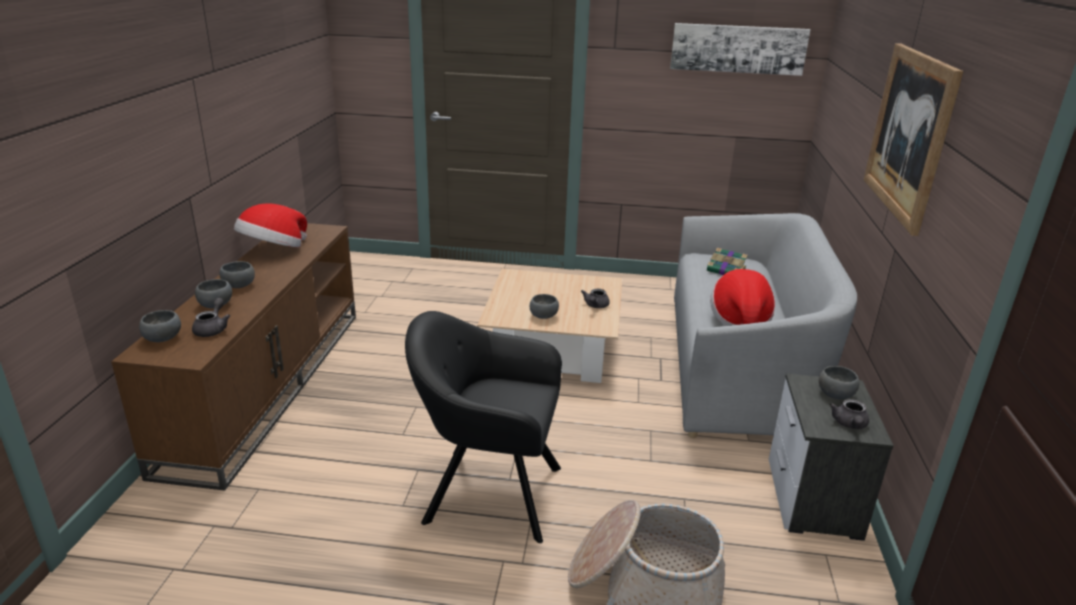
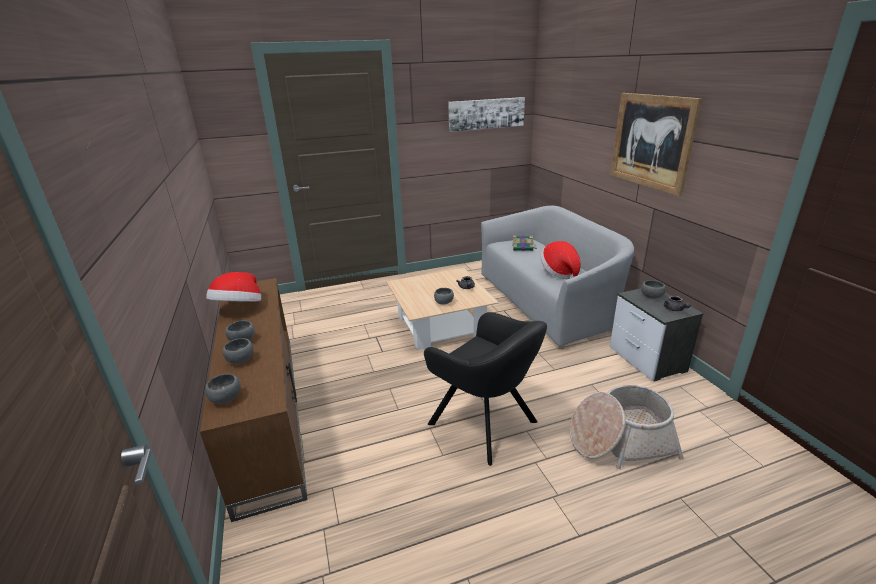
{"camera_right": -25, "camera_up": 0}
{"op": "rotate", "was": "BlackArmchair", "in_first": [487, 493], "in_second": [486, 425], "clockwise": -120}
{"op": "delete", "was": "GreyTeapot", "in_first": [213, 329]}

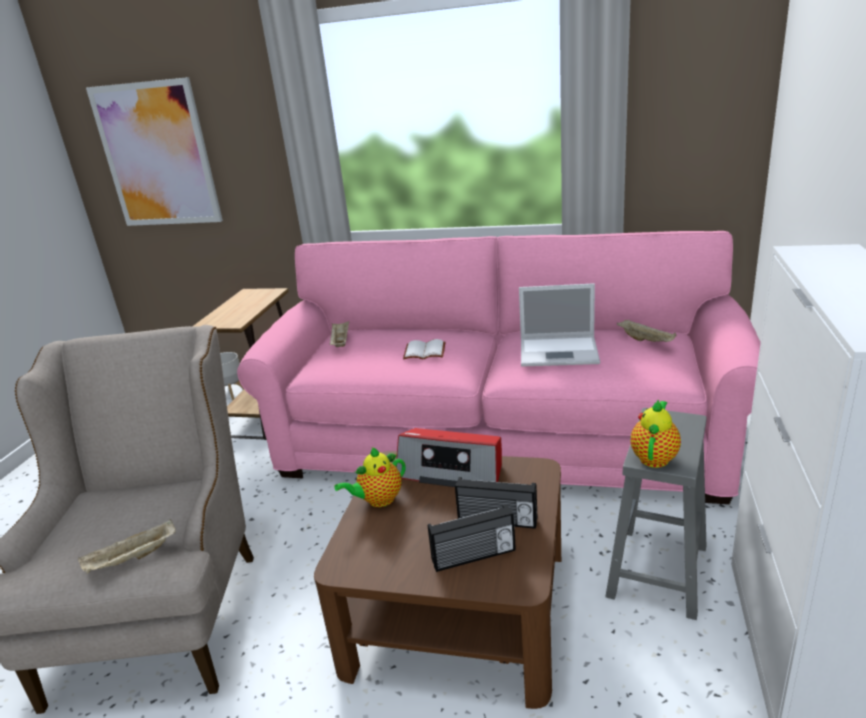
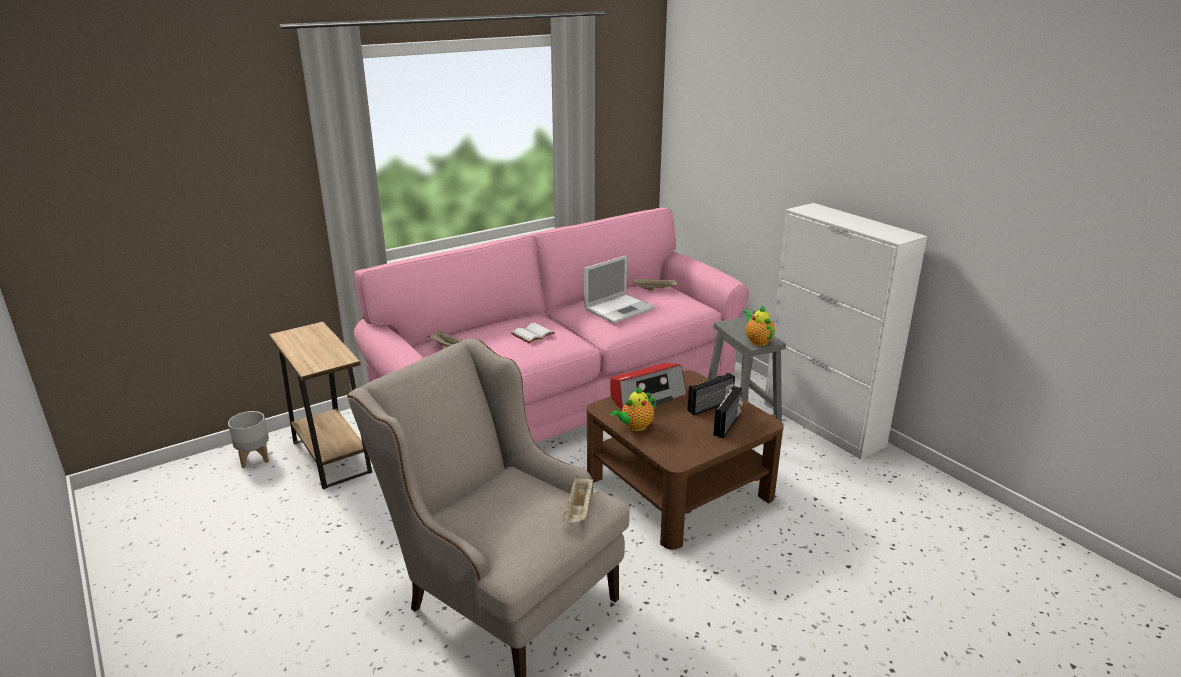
{"camera_right": -50, "camera_up": 0}
{"op": "rotate", "was": "Teapot", "in_first": [378, 500], "in_second": [635, 427], "clockwise": 45}
{"op": "delete", "was": "Picture", "in_first": [157, 155]}

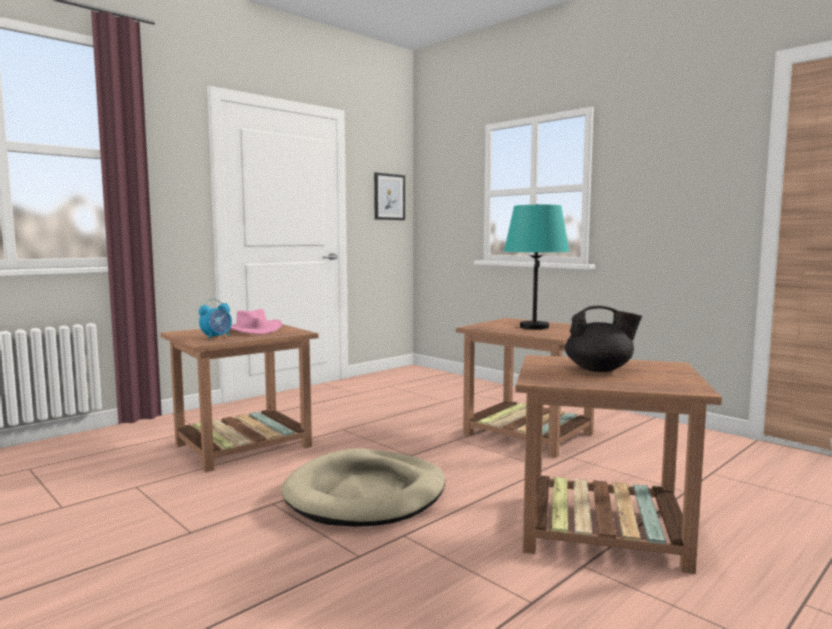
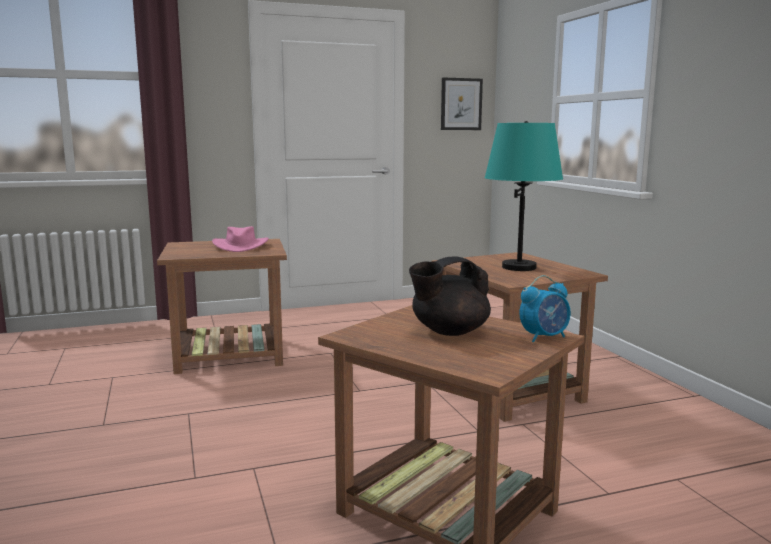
{"camera_right": 25, "camera_up": 5}
{"op": "rotate", "was": "BlackTeapot", "in_first": [599, 370], "in_second": [449, 331], "clockwise": 120}
{"op": "move", "was": "AlarmClock", "in_first": [217, 337], "in_second": [544, 337]}
{"op": "delete", "was": "BeigeDogBed", "in_first": [366, 494]}

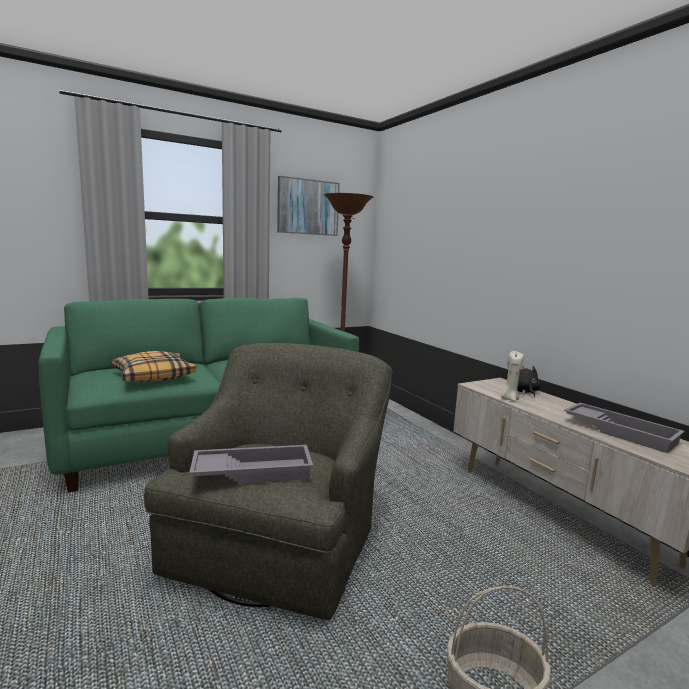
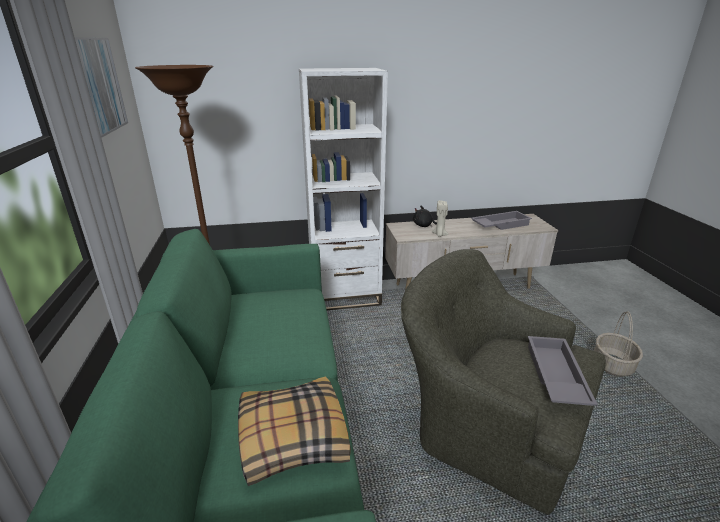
{"camera_right": -70, "camera_up": 15}
{"op": "insert", "now": "WhiteBookcase", "in_second": [345, 296]}

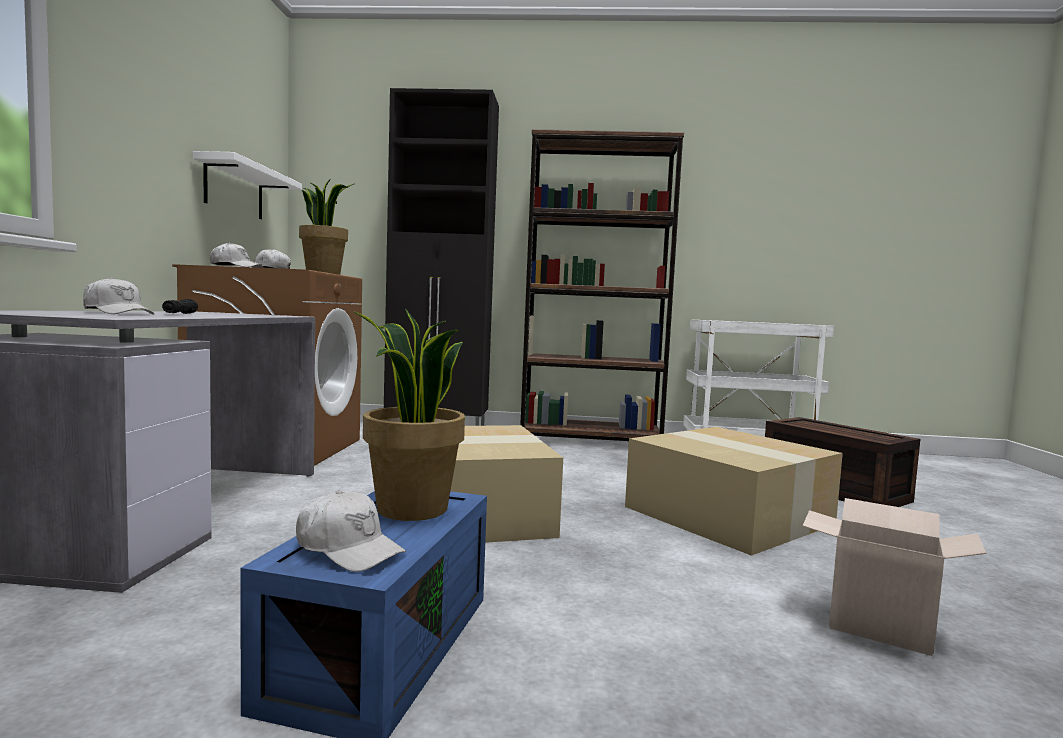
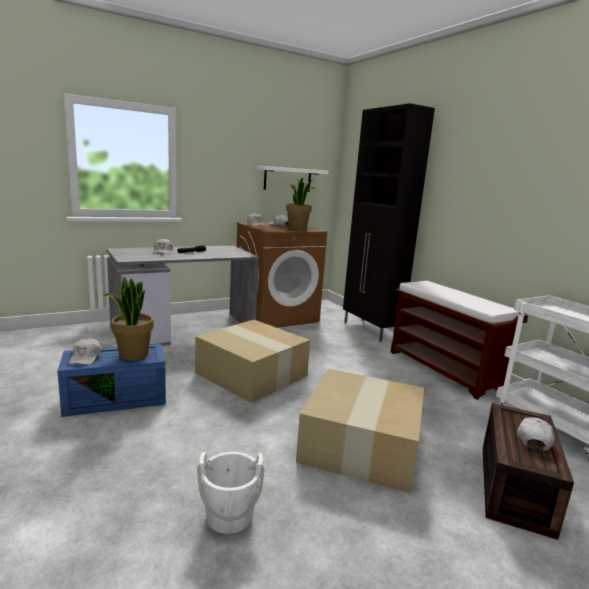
{"camera_right": 55, "camera_up": 10}
{"op": "replace", "was": "CardboardBox", "now": "WhiteBucket", "in_first": [876, 628], "in_second": [229, 516]}
{"op": "replace", "was": "BrownBookcase", "now": "BrownBench", "in_first": [590, 441], "in_second": [445, 370]}
{"op": "insert", "now": "WhiteCap", "in_second": [533, 439]}

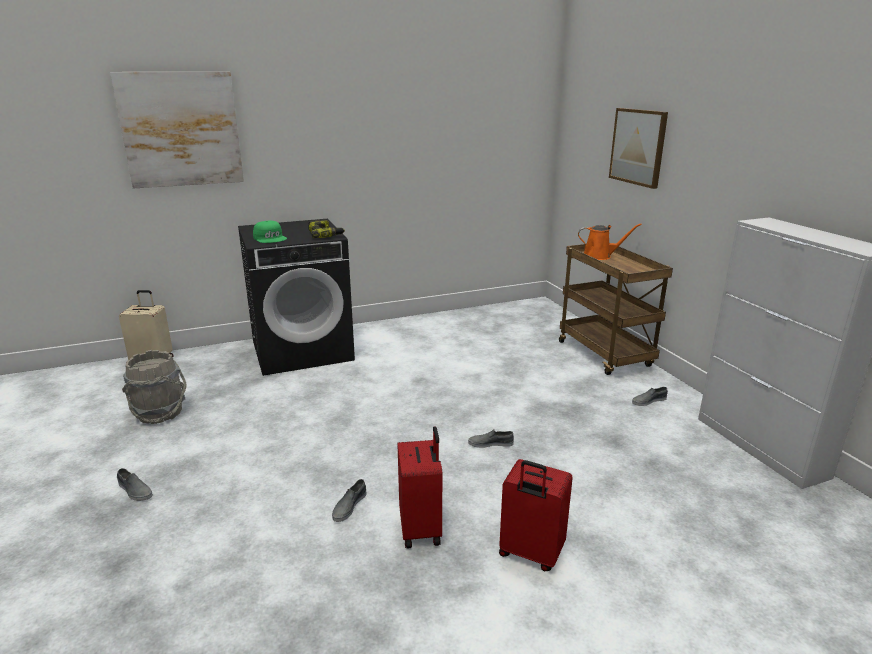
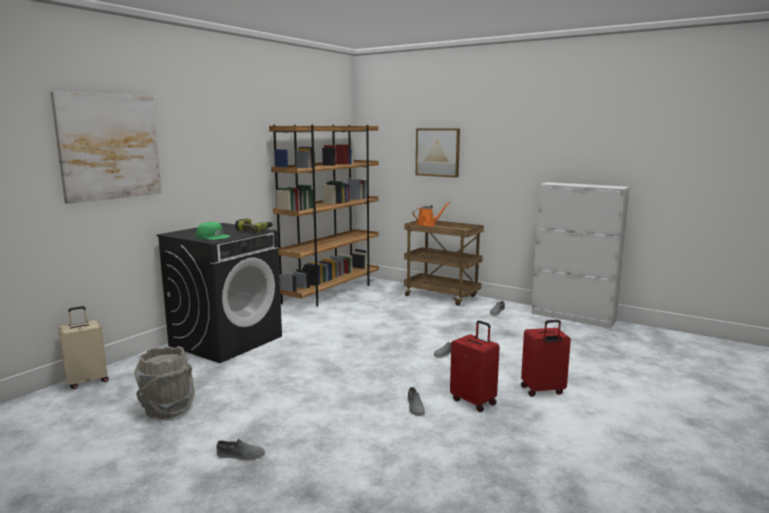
{"camera_right": -35, "camera_up": -10}
{"op": "insert", "now": "BrownBookcase", "in_second": [331, 292]}

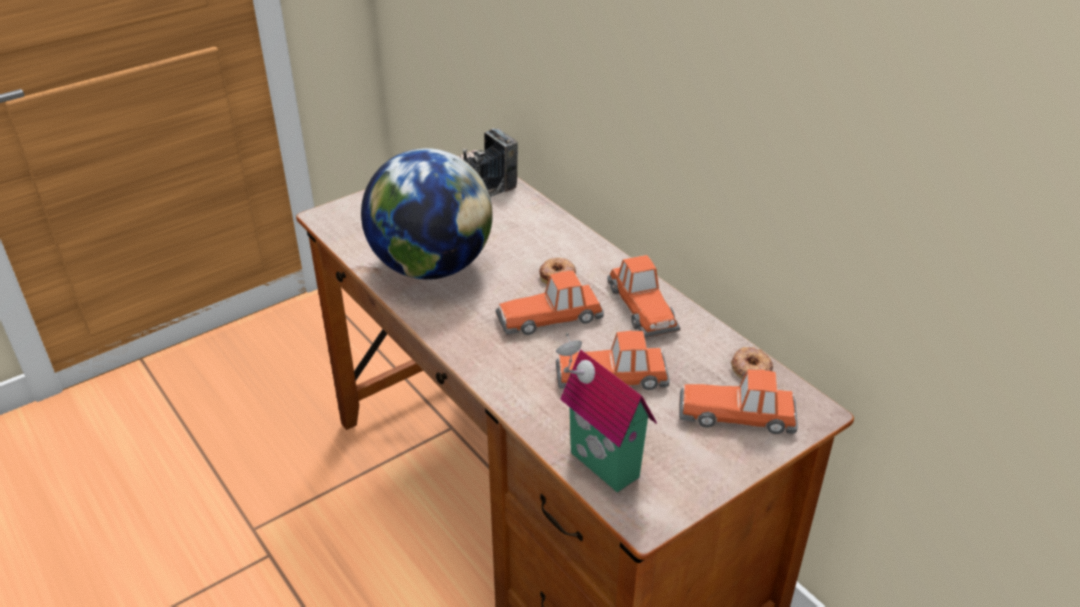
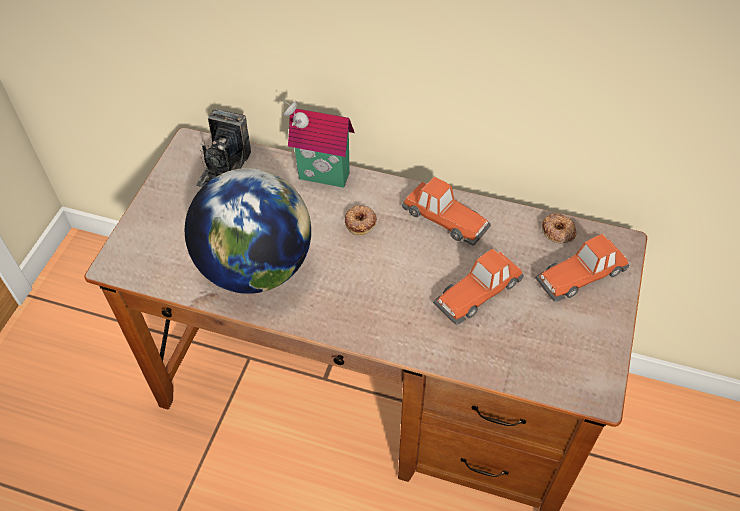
{"camera_right": -35, "camera_up": 15}
{"op": "move", "was": "ToyHouse", "in_first": [600, 467], "in_second": [322, 178]}
{"op": "delete", "was": "ToyCar", "in_first": [550, 317]}

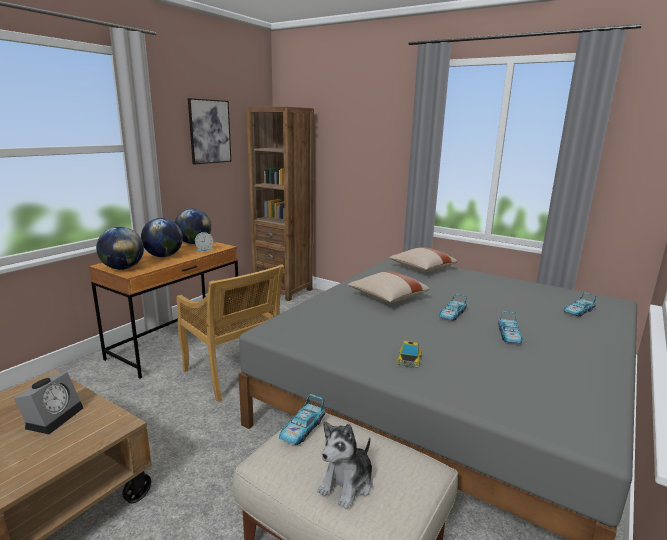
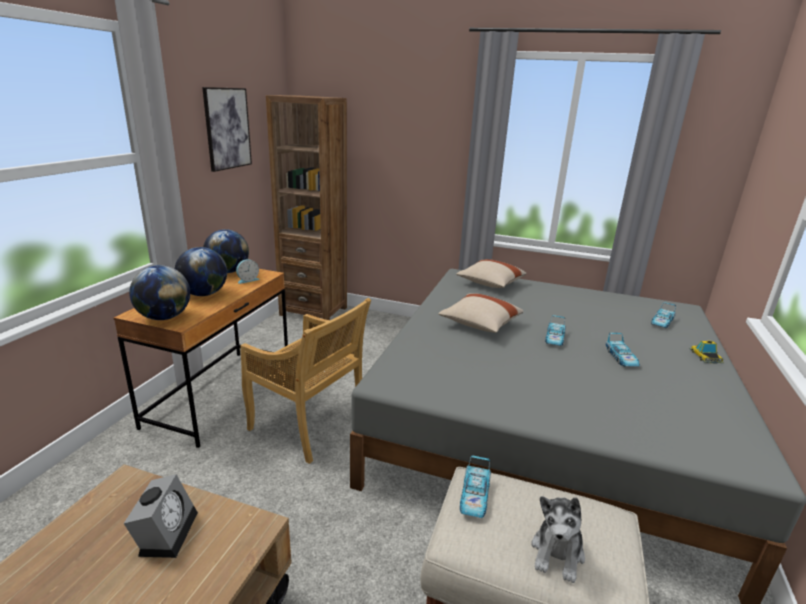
{"camera_right": -15, "camera_up": 5}
{"op": "move", "was": "ToyCar", "in_first": [409, 359], "in_second": [705, 356]}

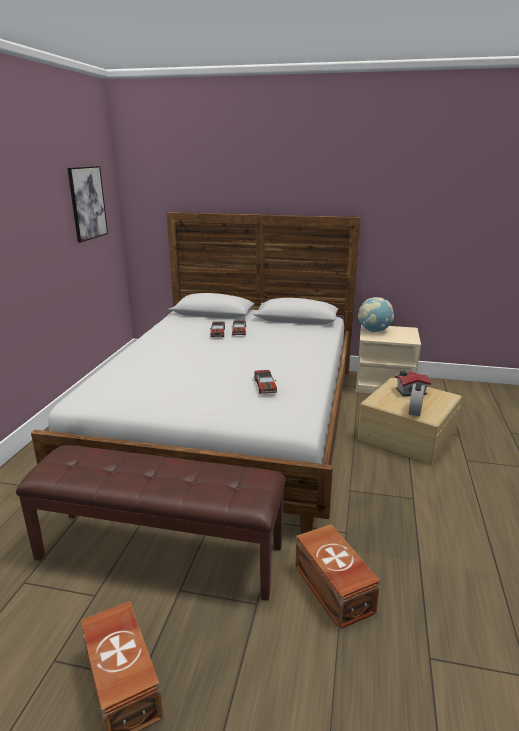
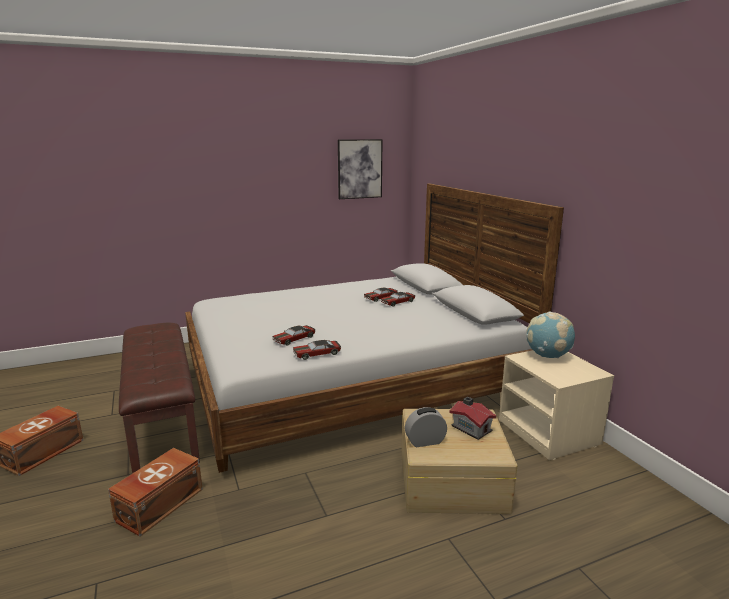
{"camera_right": 55, "camera_up": -5}
{"op": "insert", "now": "ToyCar", "in_second": [316, 354]}

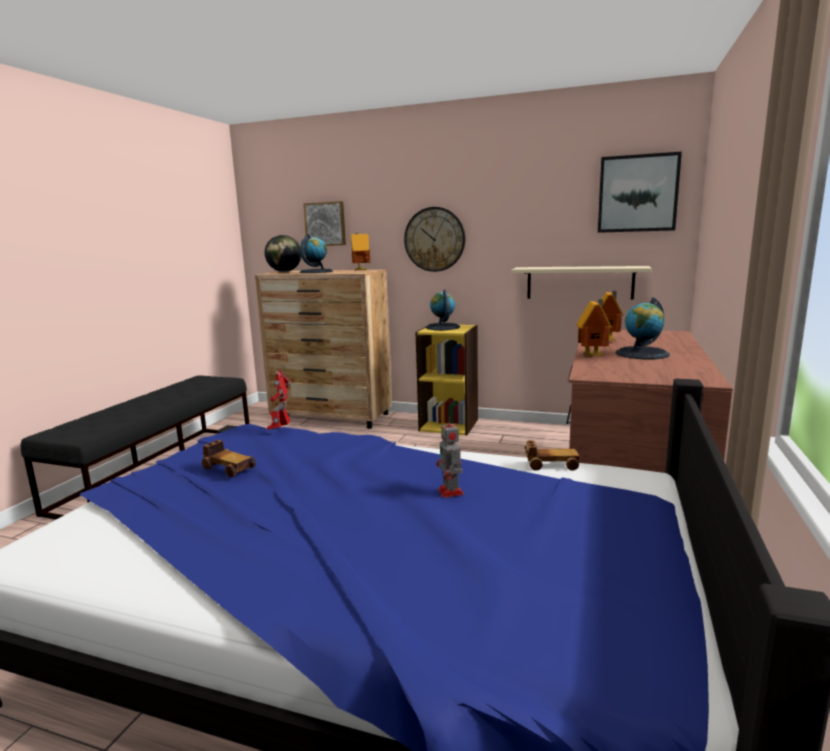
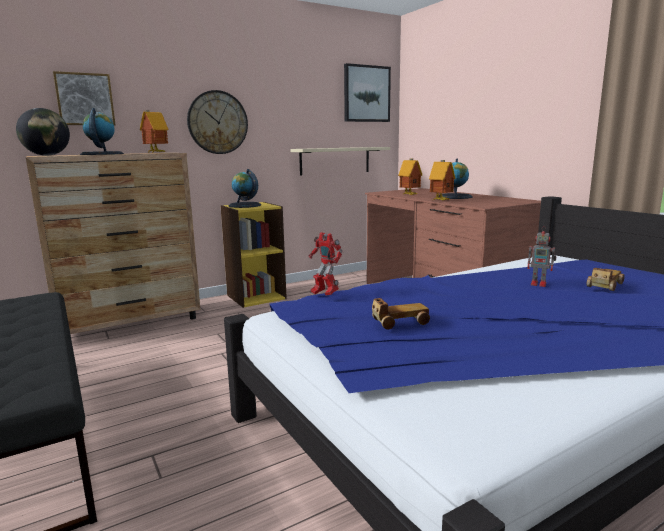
{"camera_right": -50, "camera_up": 0}
{"op": "move", "was": "ToyCar", "in_first": [550, 465], "in_second": [604, 285]}

